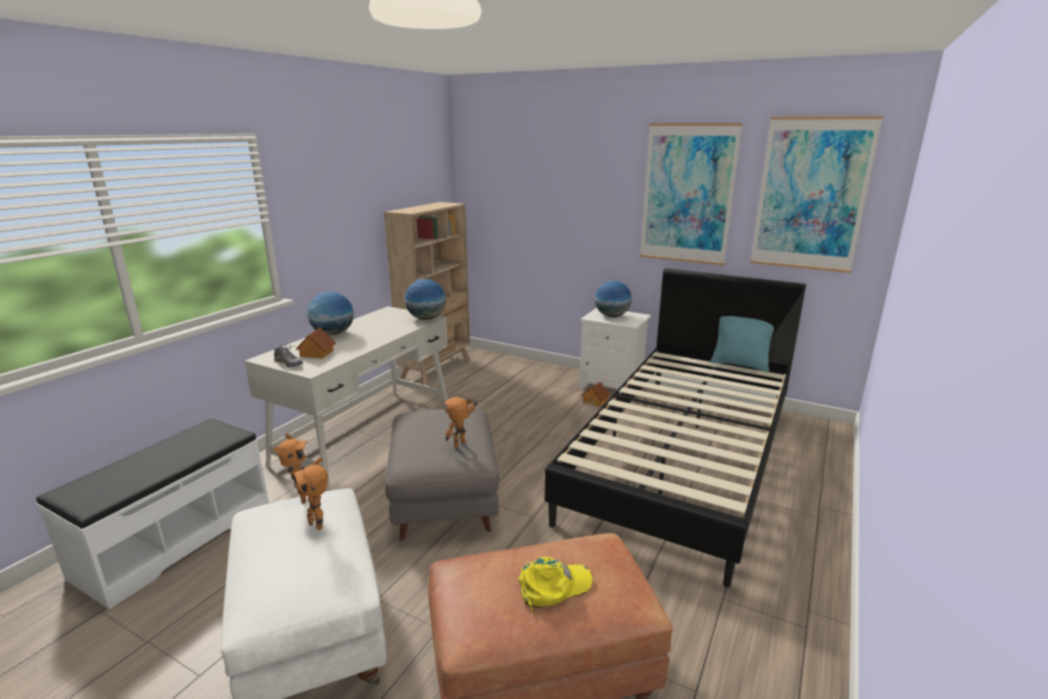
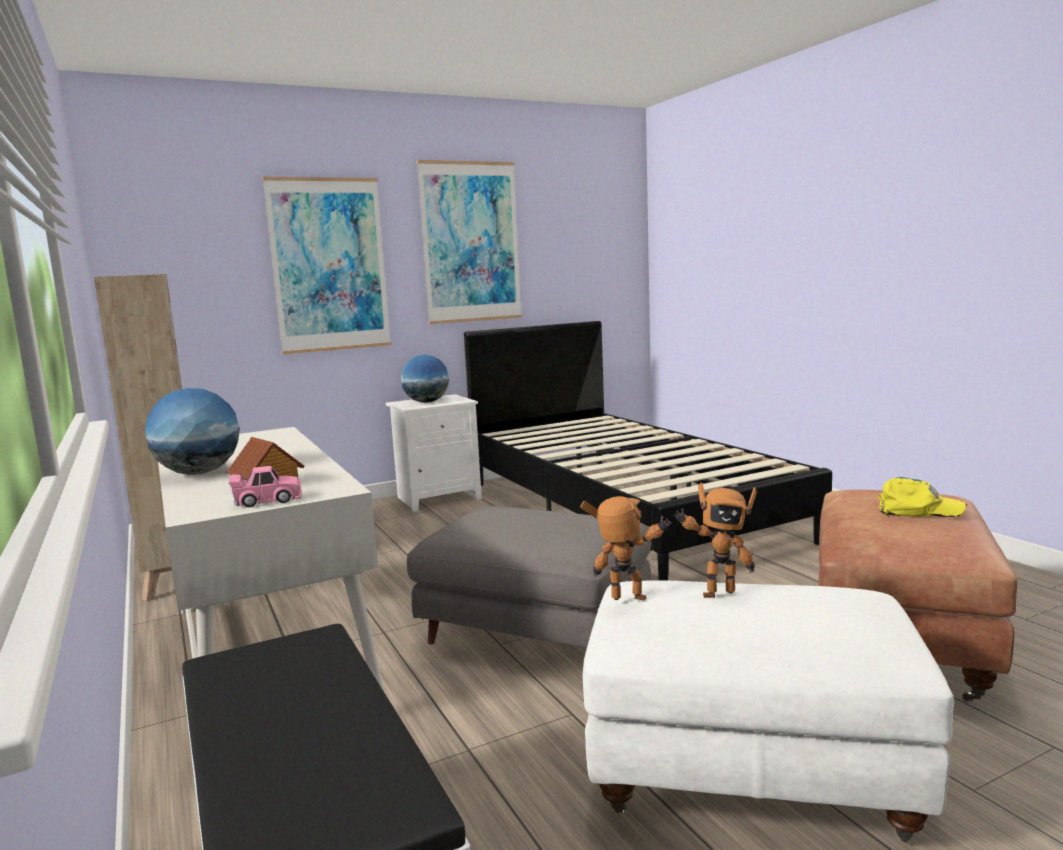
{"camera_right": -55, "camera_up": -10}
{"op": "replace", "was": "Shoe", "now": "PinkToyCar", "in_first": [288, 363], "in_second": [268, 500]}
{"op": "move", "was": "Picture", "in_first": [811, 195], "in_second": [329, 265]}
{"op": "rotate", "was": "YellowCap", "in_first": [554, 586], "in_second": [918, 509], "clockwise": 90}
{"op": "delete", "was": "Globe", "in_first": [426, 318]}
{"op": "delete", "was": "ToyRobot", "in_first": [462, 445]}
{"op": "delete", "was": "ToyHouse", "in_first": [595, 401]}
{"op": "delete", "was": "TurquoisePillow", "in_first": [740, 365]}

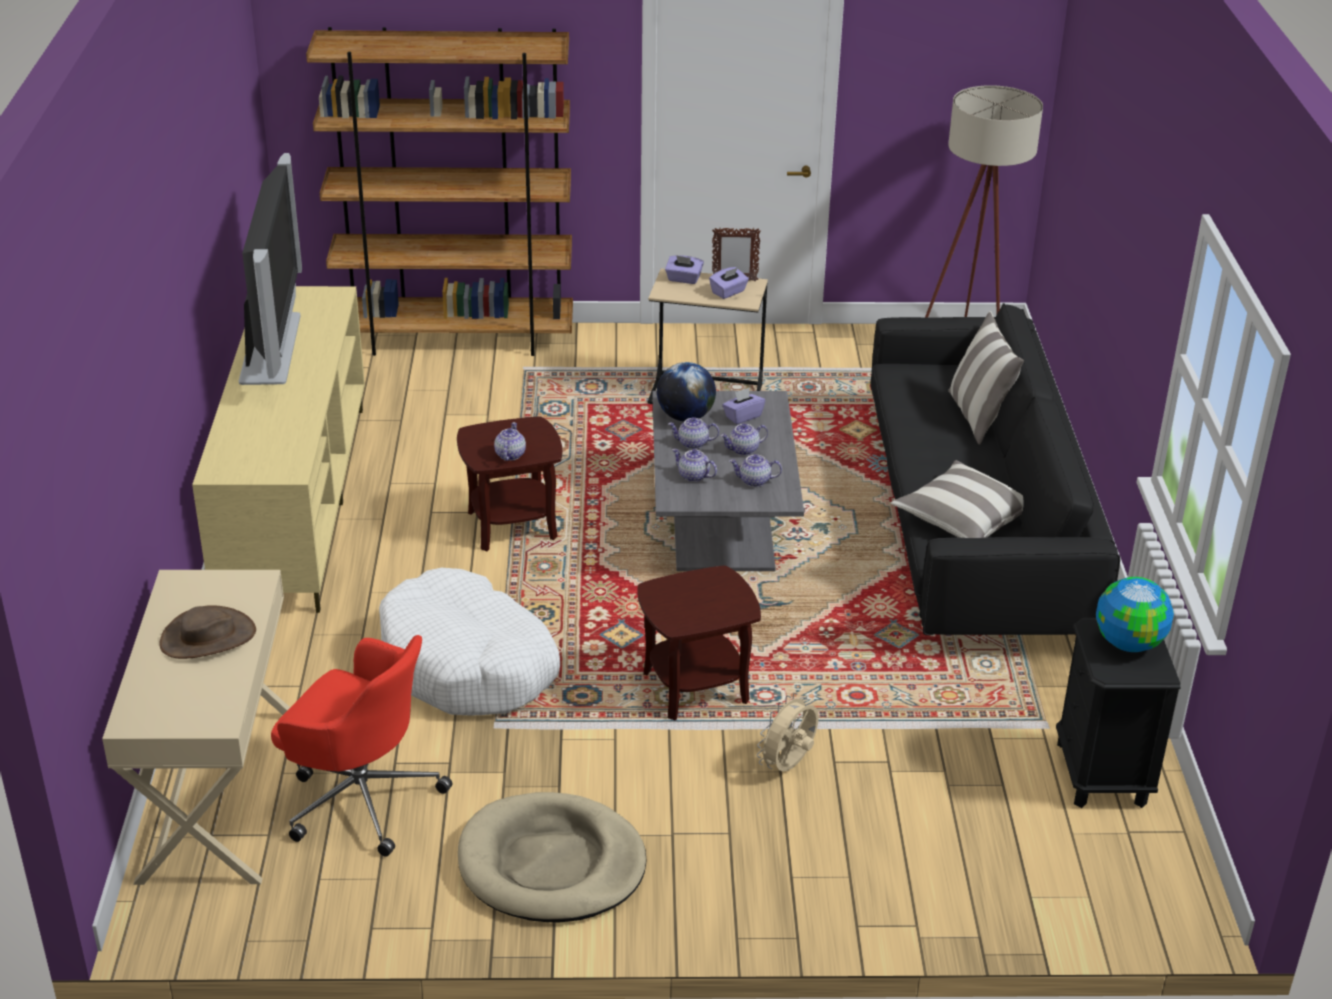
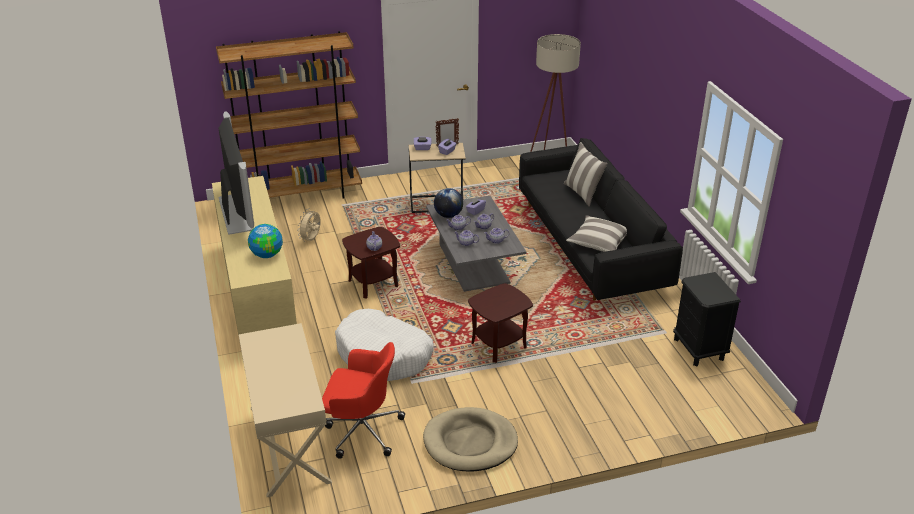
{"camera_right": -15, "camera_up": 0}
{"op": "move", "was": "Globe", "in_first": [1128, 643], "in_second": [266, 254]}
{"op": "move", "was": "BeigeFan", "in_first": [788, 766], "in_second": [311, 239]}
{"op": "delete", "was": "BrownHat", "in_first": [208, 637]}

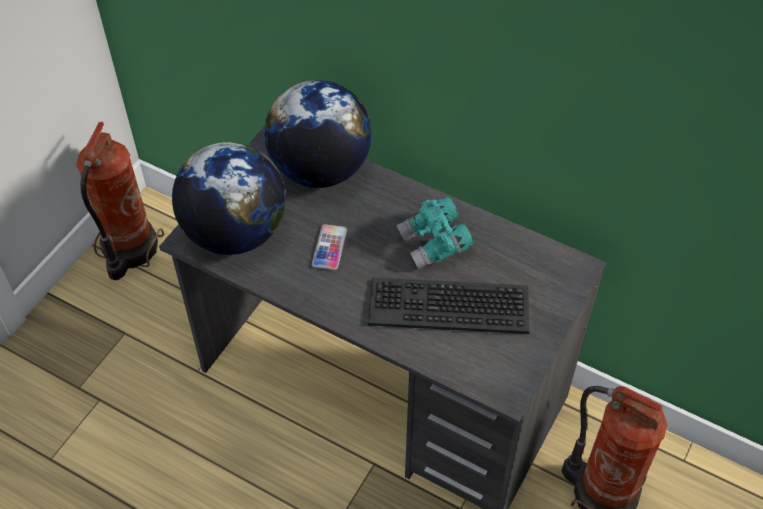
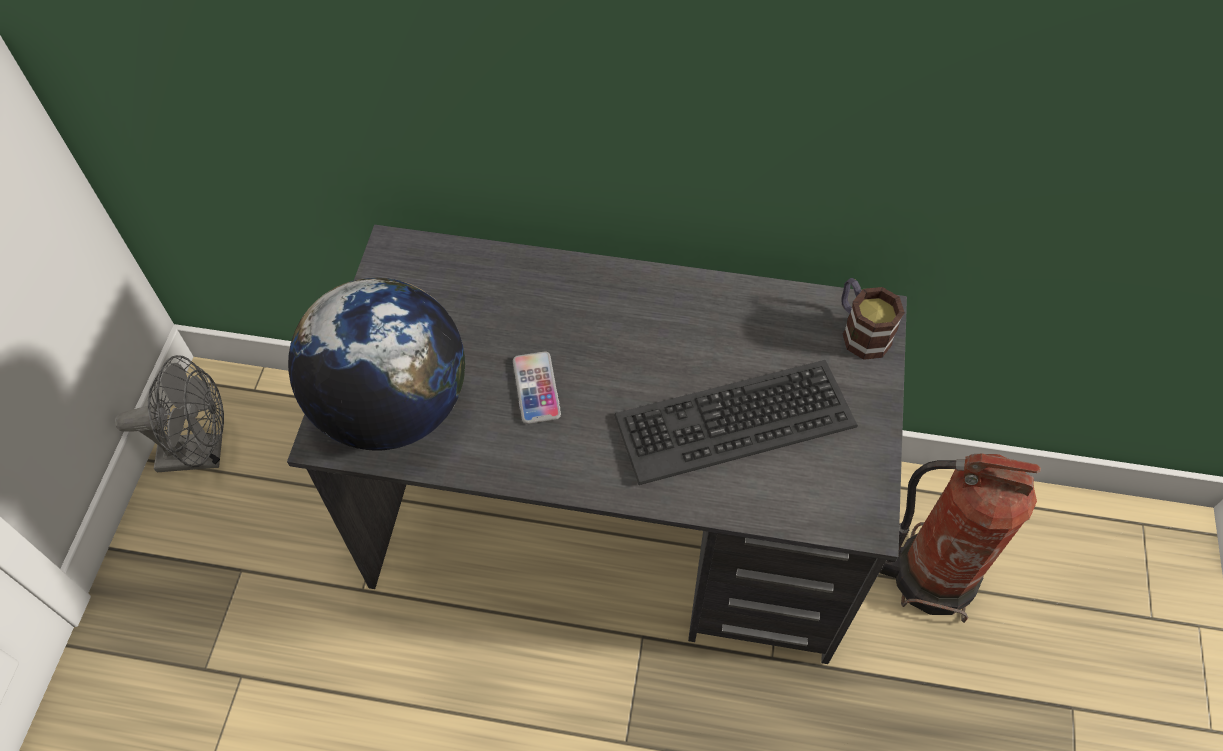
{"camera_right": -20, "camera_up": 5}
{"op": "replace", "was": "FireExtinguisher", "now": "GreyFan", "in_first": [128, 250], "in_second": [202, 453]}
{"op": "insert", "now": "Mug", "in_second": [860, 331]}
{"op": "delete", "was": "Globe", "in_first": [320, 169]}
{"op": "delete", "was": "TurquoiseBinoculars", "in_first": [434, 244]}

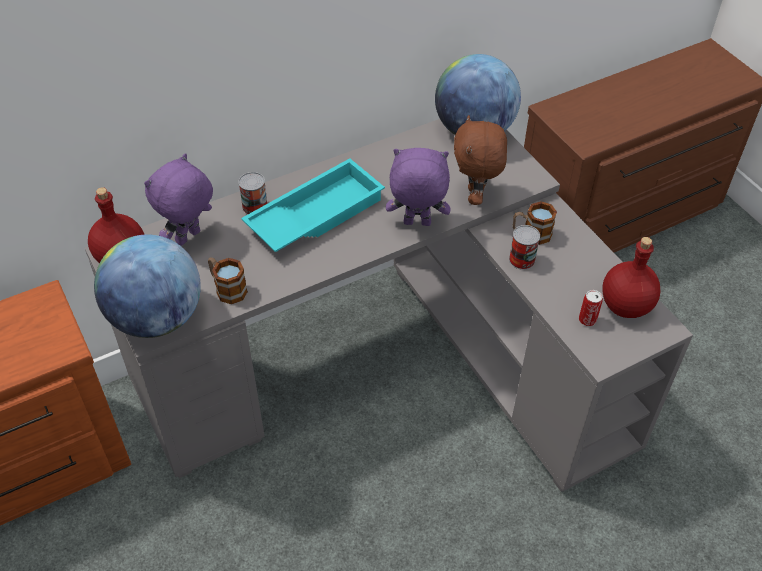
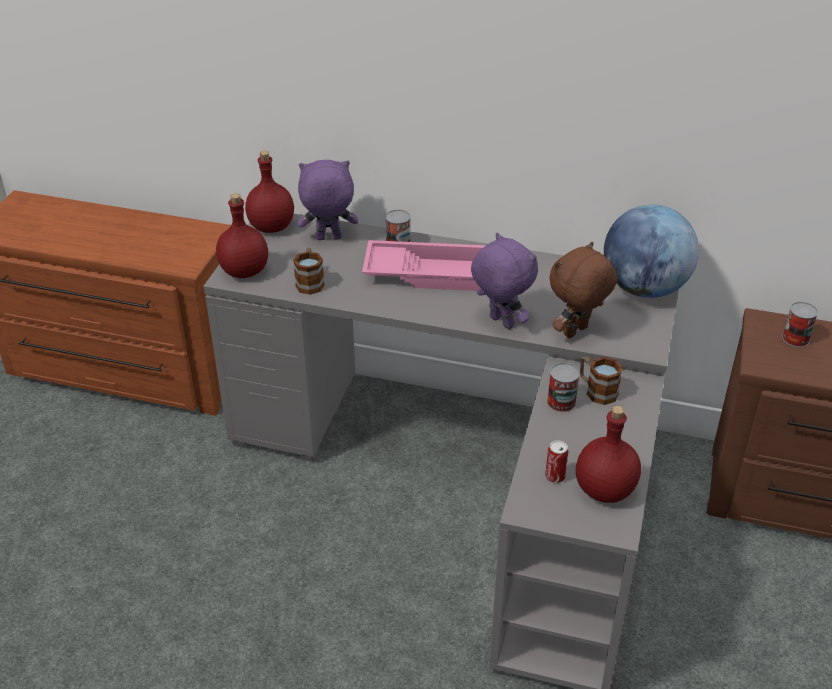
{"camera_right": 45, "camera_up": -10}
{"op": "replace", "was": "Globe", "now": "RedBottle", "in_first": [156, 318], "in_second": [244, 272]}
{"op": "recolor", "was": "TurquoiseTray", "now": "PinkTray", "in_first": [315, 213], "in_second": [433, 272]}
{"op": "insert", "now": "Can", "in_second": [795, 338]}

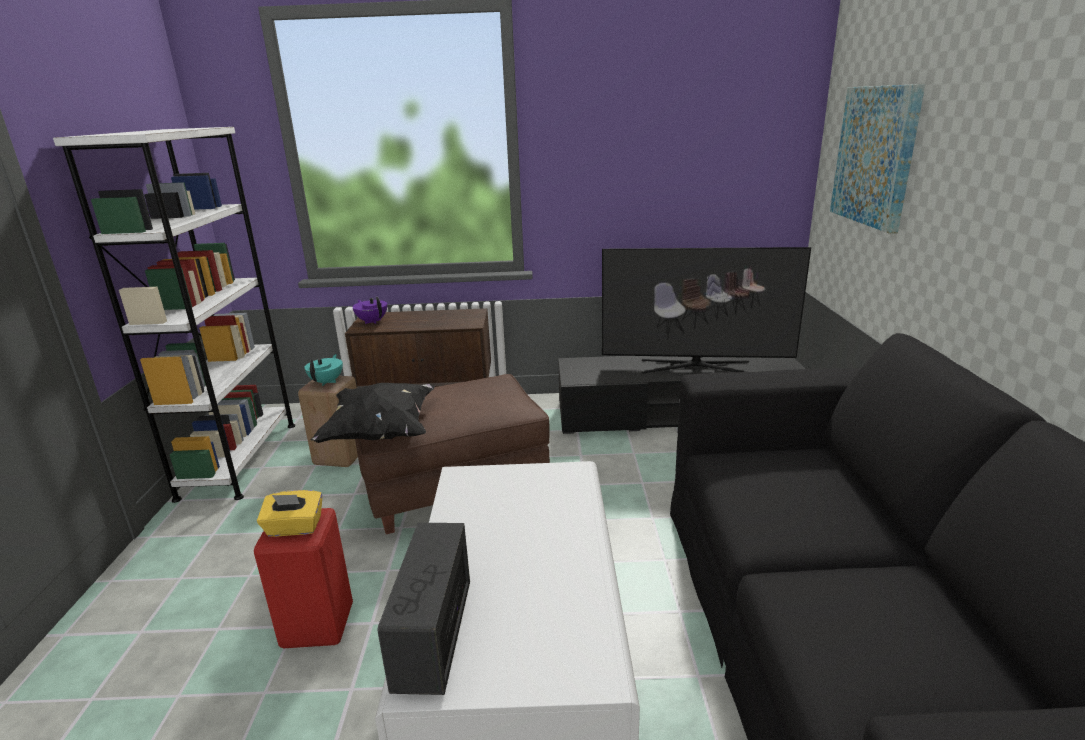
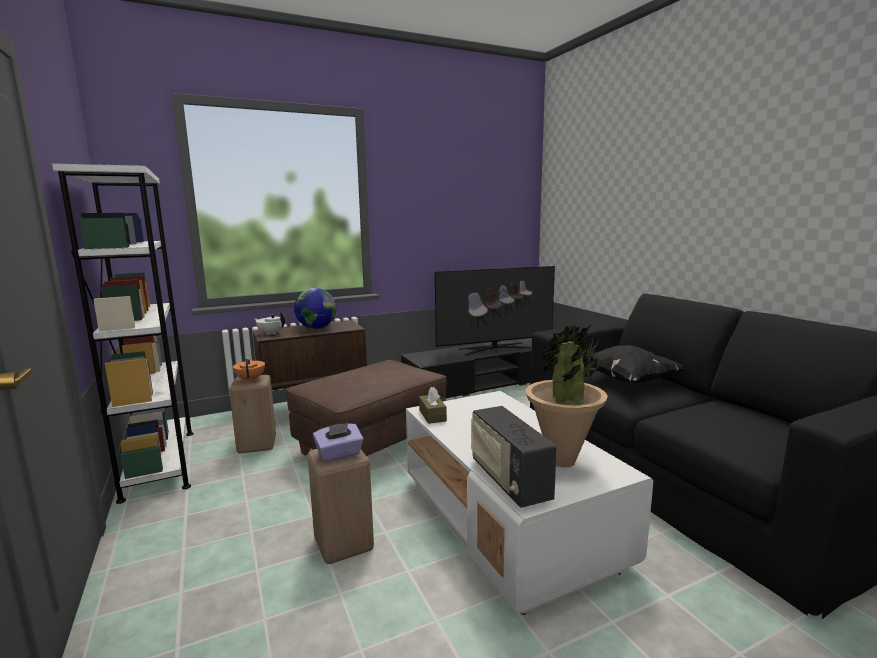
{"camera_right": -25, "camera_up": -10}
{"op": "recolor", "was": "TurquoiseTeapot", "now": "OrangeTeapot", "in_first": [327, 382], "in_second": [251, 379]}
{"op": "recolor", "was": "PurpleTeapot", "now": "WhiteTeapot", "in_first": [372, 321], "in_second": [271, 333]}
{"op": "insert", "now": "Globe", "in_second": [316, 328]}
{"op": "recolor", "was": "RedStool", "now": "BeigeStool", "in_first": [316, 624], "in_second": [342, 544]}
{"op": "recolor", "was": "YellowTissueBox", "now": "PurpleTissueBox", "in_first": [294, 528], "in_second": [339, 454]}
{"op": "insert", "now": "BrownTissueBox", "in_second": [432, 415]}
{"op": "insert", "now": "PottedPlant", "in_second": [562, 461]}
{"op": "move", "was": "BlackPillow", "in_first": [381, 432], "in_second": [626, 380]}
{"op": "delete", "was": "Picture", "in_first": [875, 156]}

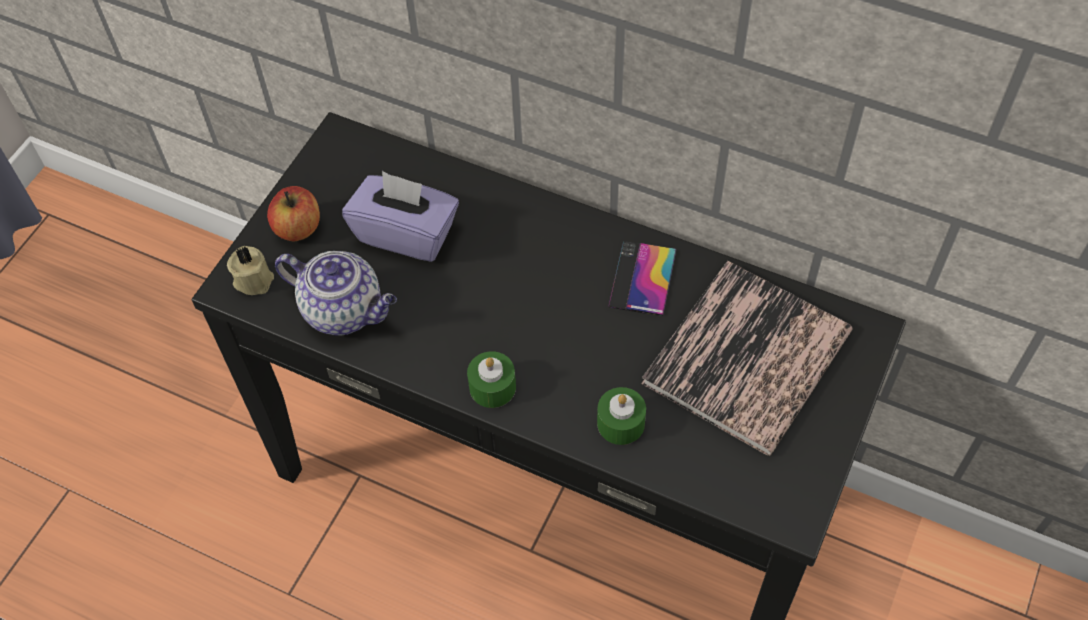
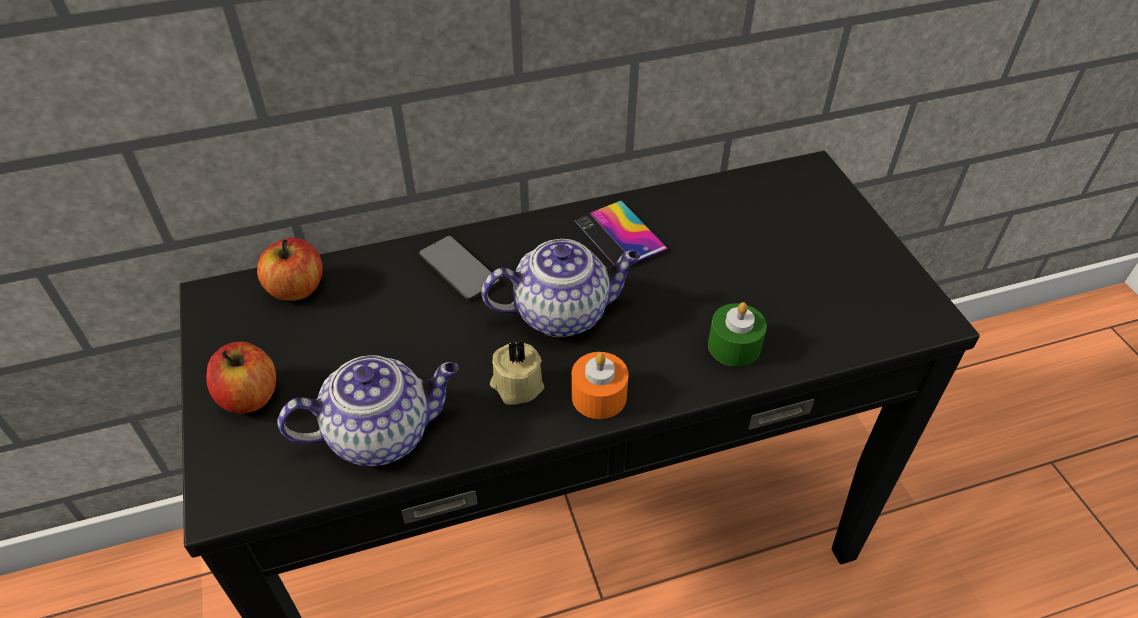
{"camera_right": -45, "camera_up": -10}
{"op": "insert", "now": "Apple", "in_second": [297, 288]}
{"op": "insert", "now": "Phone", "in_second": [459, 269]}
{"op": "insert", "now": "Teapot", "in_second": [563, 313]}
{"op": "move", "was": "BeigeCandle", "in_first": [253, 279], "in_second": [516, 385]}
{"op": "recolor", "was": "GreenCandle", "now": "OrangeCandle", "in_first": [492, 387], "in_second": [599, 396]}
{"op": "delete", "was": "PurpleTissueBox", "in_first": [406, 233]}
{"op": "delete", "was": "Book", "in_first": [747, 358]}

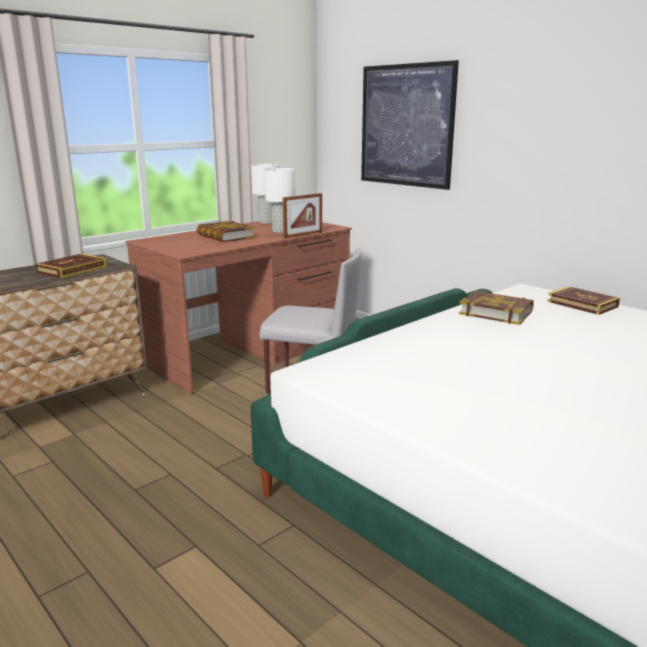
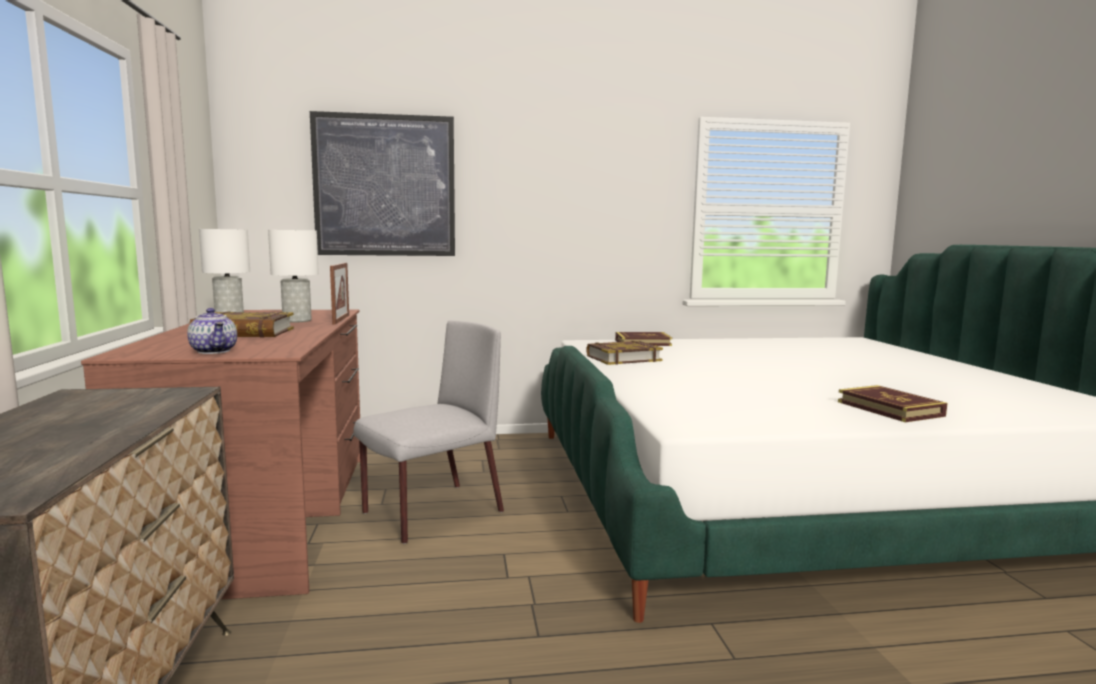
{"camera_right": -55, "camera_up": -10}
{"op": "insert", "now": "Teapot", "in_second": [215, 351]}
{"op": "move", "was": "Book", "in_first": [72, 269], "in_second": [889, 409]}

